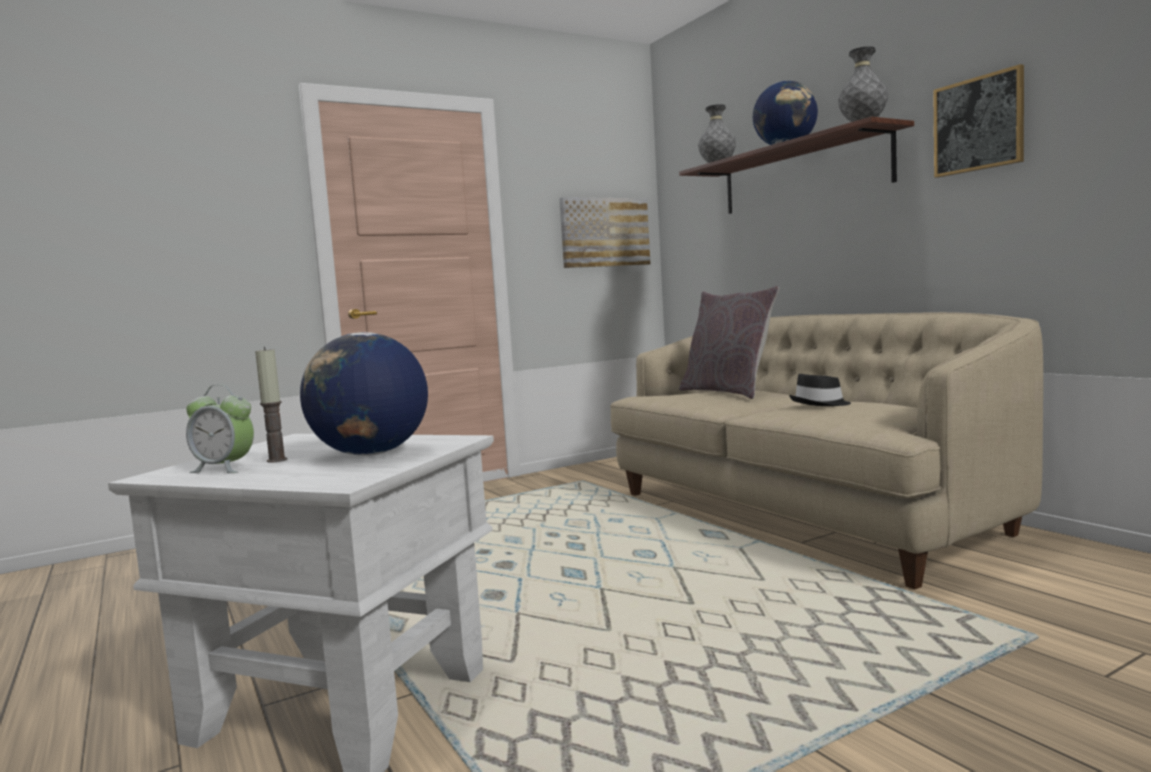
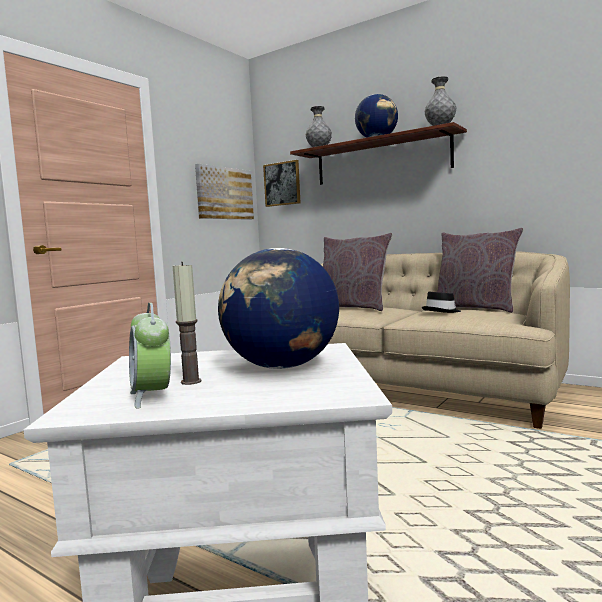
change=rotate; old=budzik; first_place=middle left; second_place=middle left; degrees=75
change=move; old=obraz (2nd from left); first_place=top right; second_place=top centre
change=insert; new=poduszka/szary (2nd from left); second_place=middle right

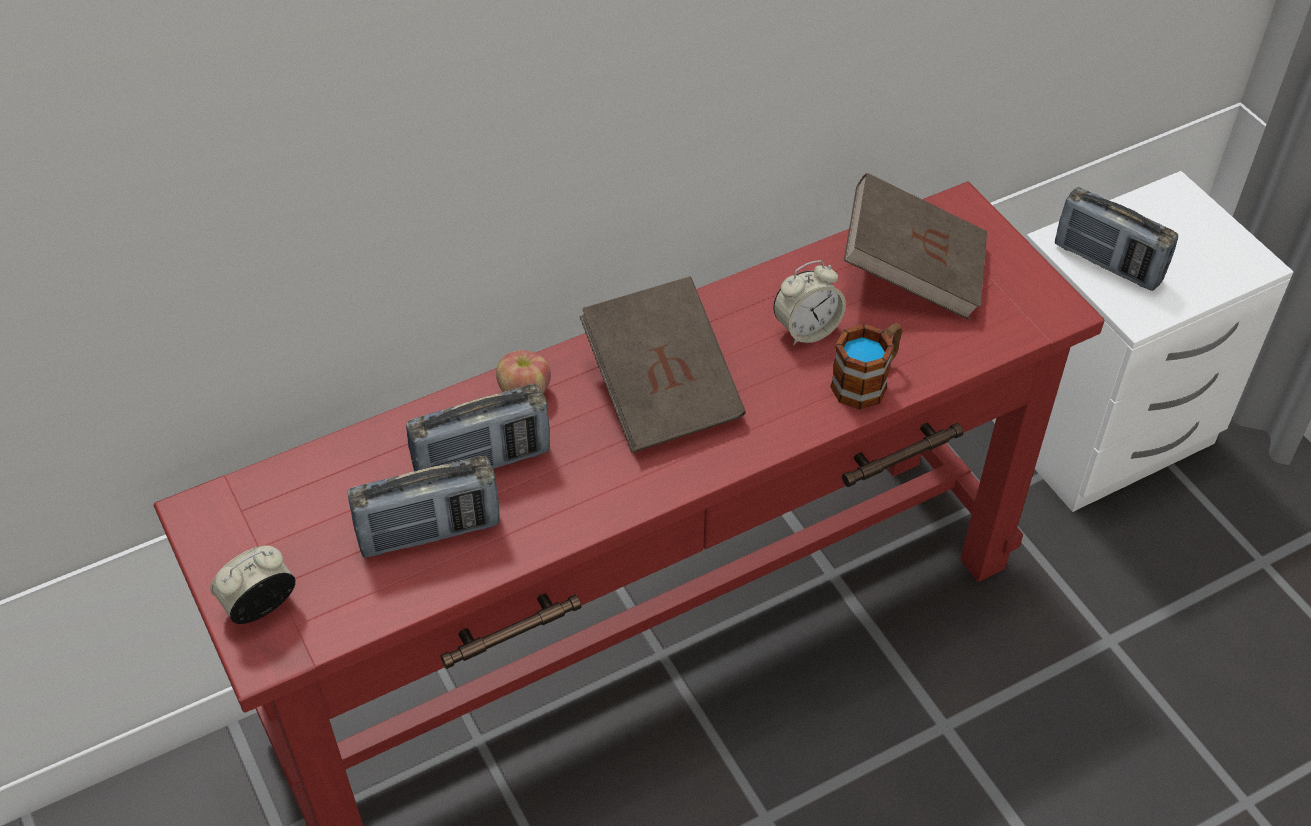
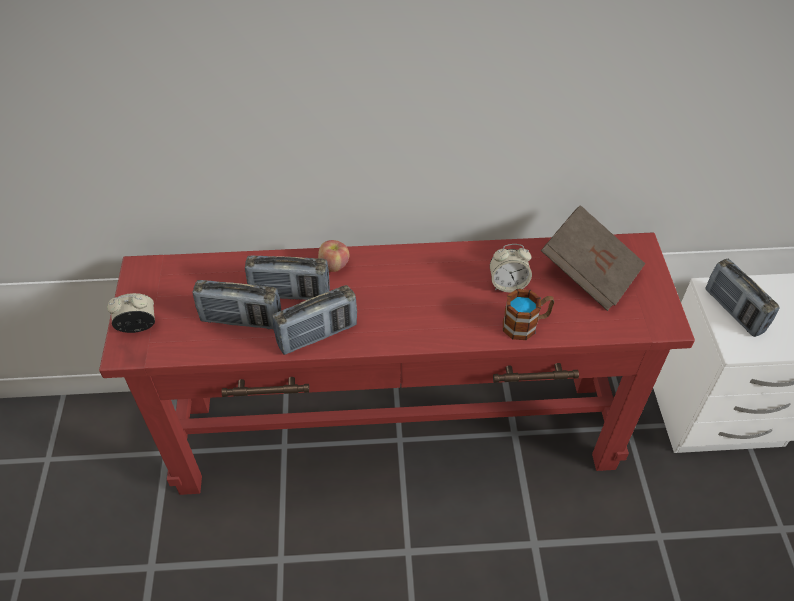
change=insert; new=radio (3rd from left); second_place=centre
change=delete; old=książka/brązowy (1st from left); first_place=centre

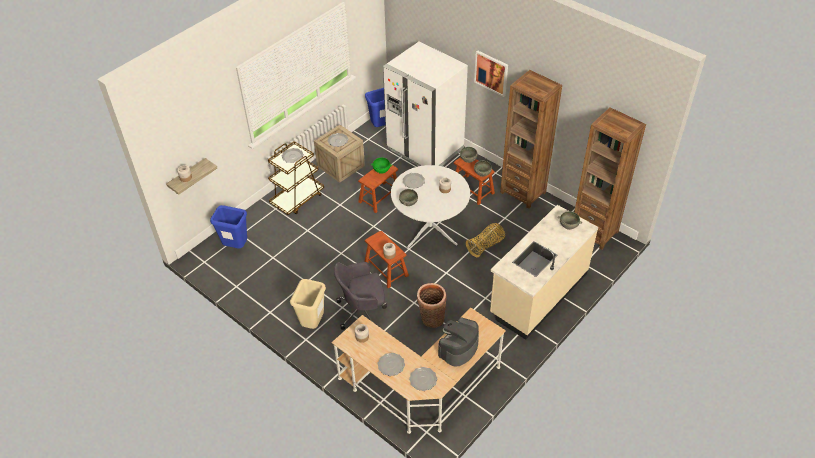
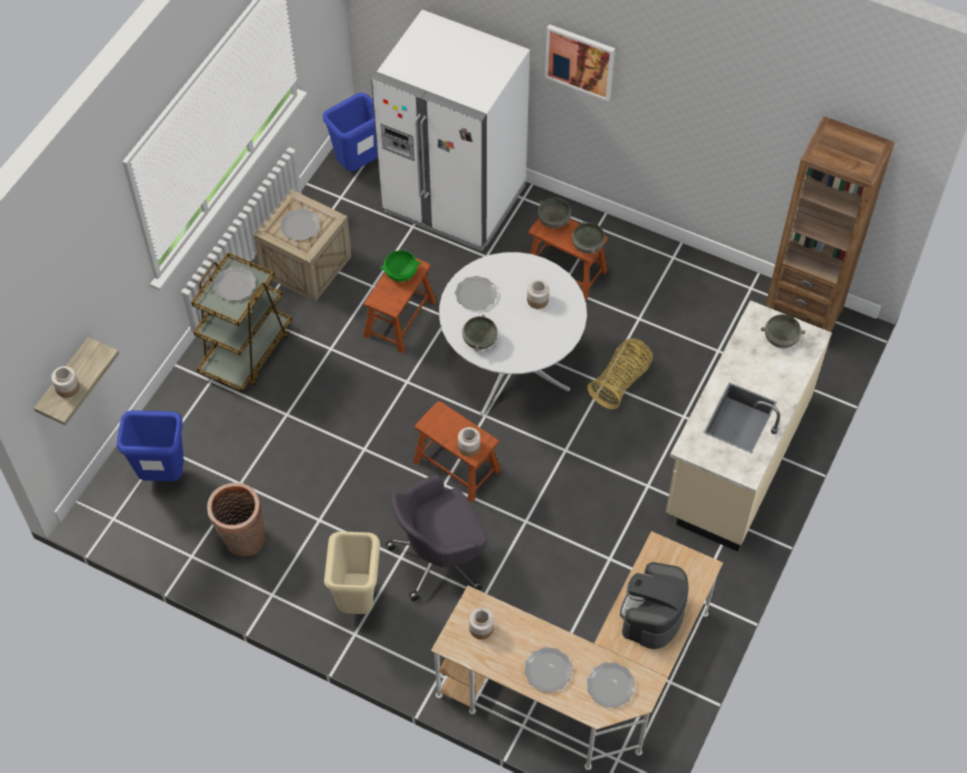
change=move; old=koszyk (1st from left); first_place=centre; second_place=bottom left
change=delete; old=regał/brązowy (1st from left); first_place=top centre

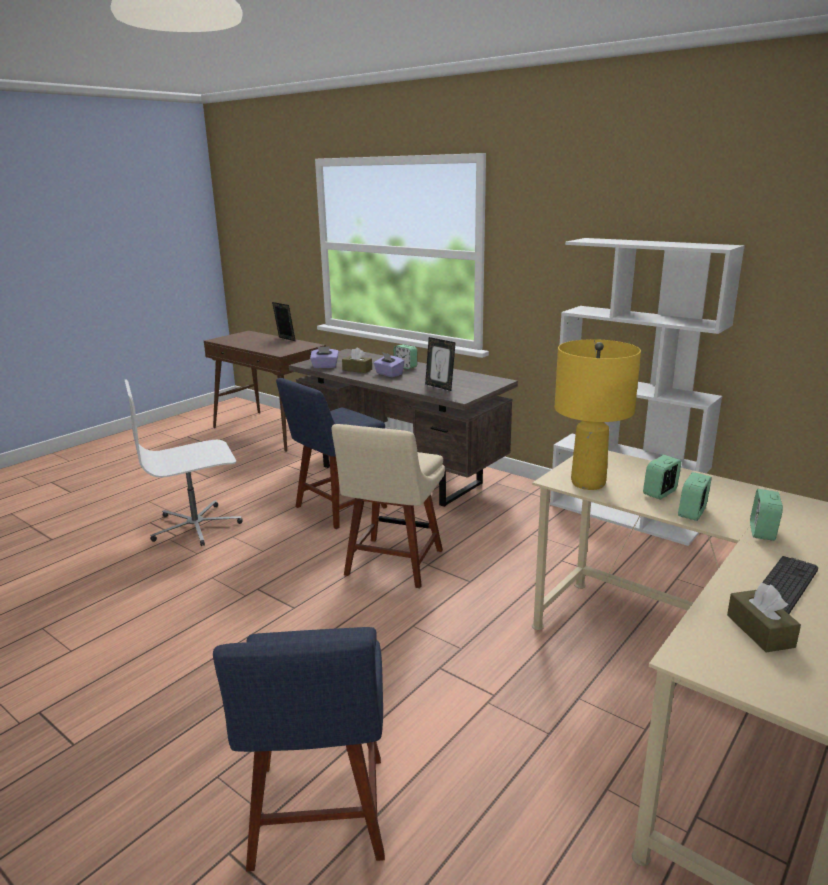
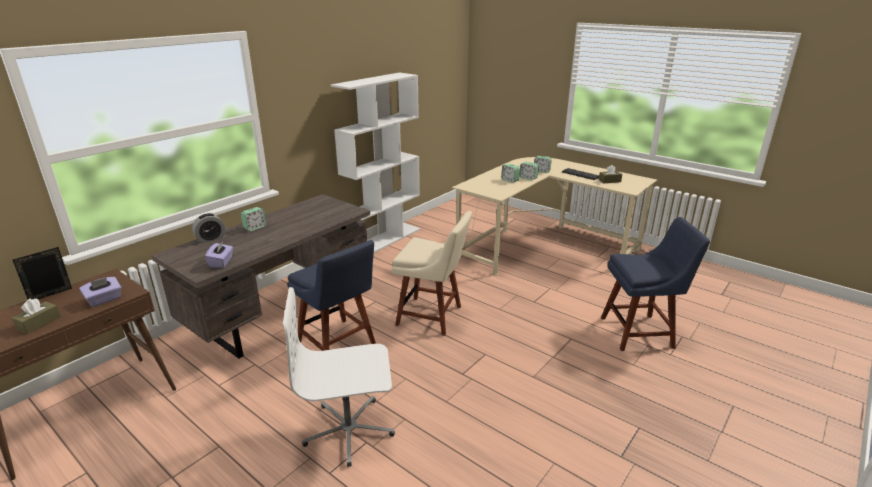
change=move; old=pudełko chusteczek/brązowy (1st from left); first_place=centre; second_place=middle left
change=move; old=pudełko chusteczek/fioletowy (2nd from left in the first image); new=pudełko chusteczek/fioletowy (1st from left); first_place=centre; second_place=middle left
change=insert; new=budzik (1st from left); second_place=middle left
change=rotate; old=krzesło biurowe/biały; first_place=middle left; second_place=bottom centre; degrees=105
change=delete; old=ramka na zdjęcie (2nd from left); first_place=centre
change=delete; old=lampa stołowa/żółty; first_place=middle right

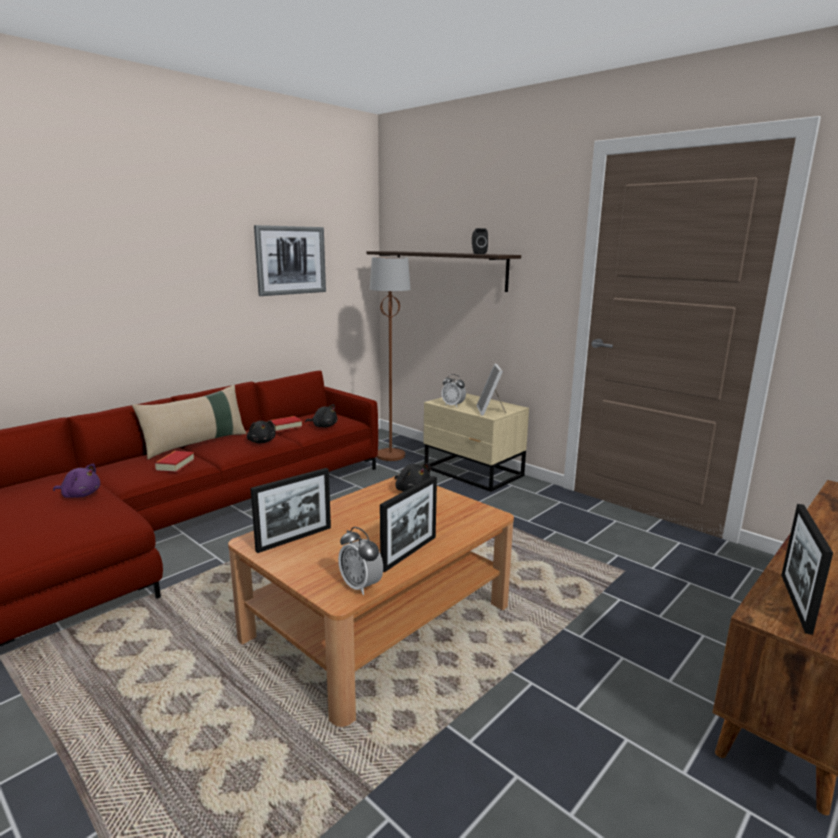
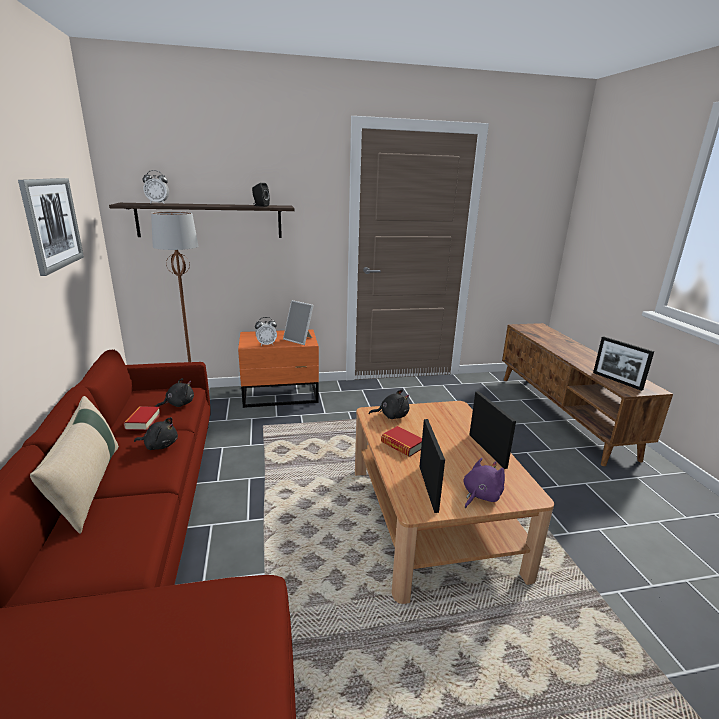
change=move; old=budzik (1st from left); first_place=bottom centre; second_place=top left
change=recolor; old=szafka nocna/beżowy; new=szafka nocna/pomarańczowy; first_place=centre; second_place=centre
change=move; old=książka (1st from left in the first image); new=książka (2nd from left); first_place=middle left; second_place=centre
change=move; old=pluszak/fioletowy; first_place=middle left; second_place=bottom right

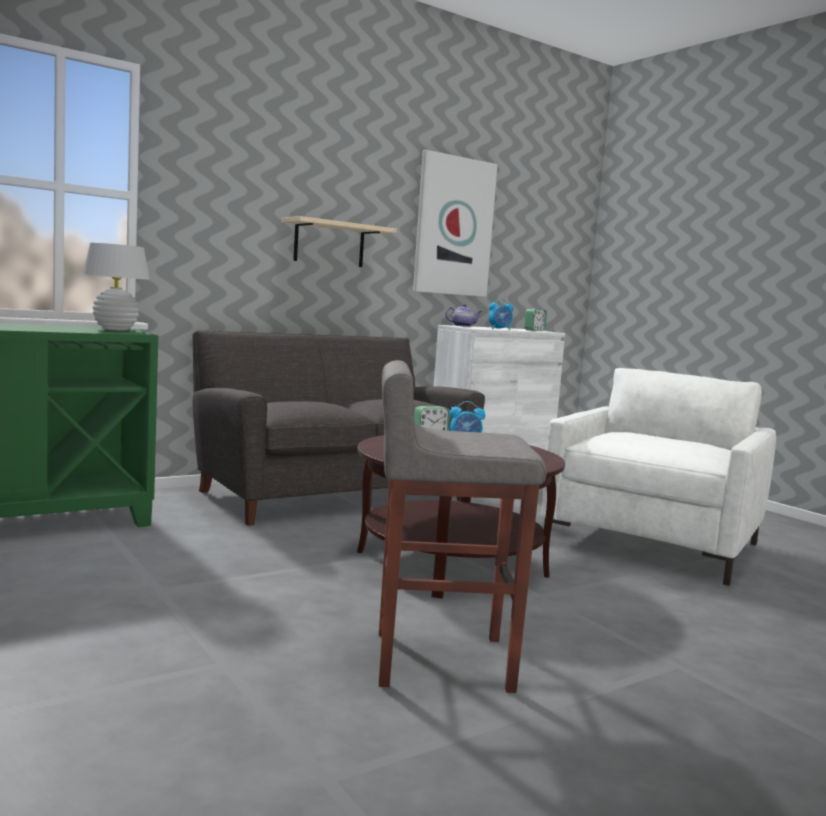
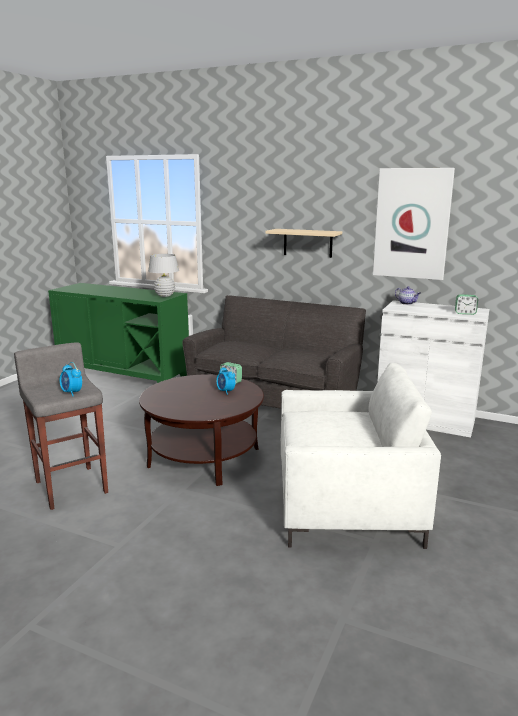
change=move; old=budzik (3rd from left in the first image); new=budzik (1st from left); first_place=centre; second_place=middle left

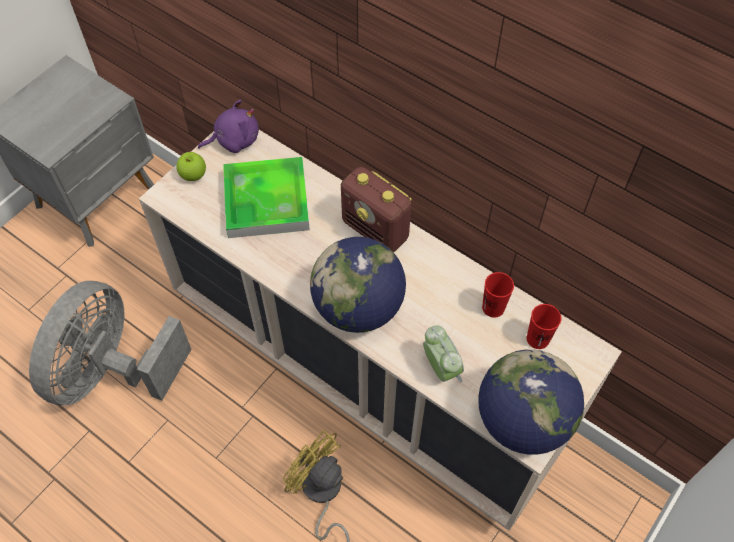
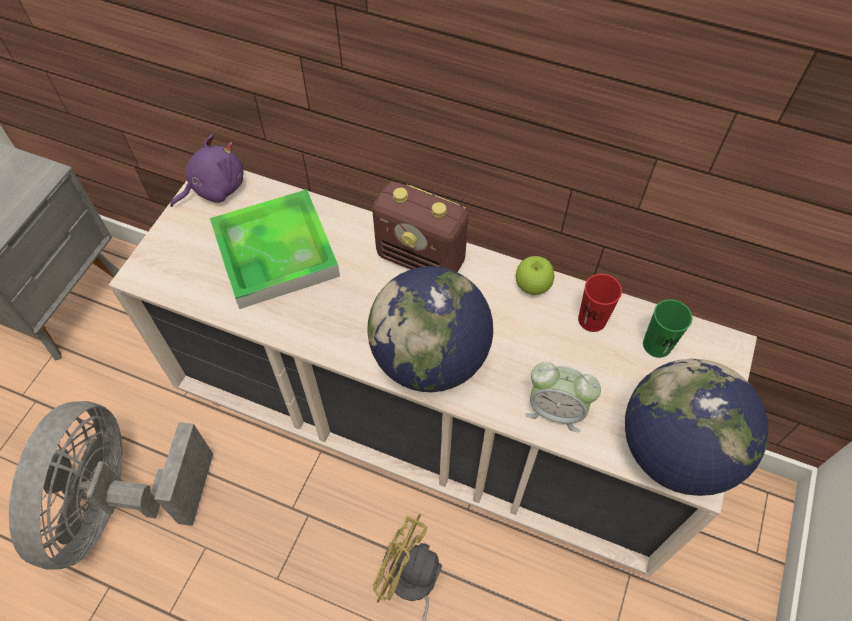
change=move; old=jabłko; first_place=top left; second_place=centre
change=rotate; old=budzik; first_place=centre; second_place=centre; degrees=150
change=recolor; old=filiżanka/czerwony (2nd from left); new=filiżanka/zielony; first_place=middle right; second_place=middle right

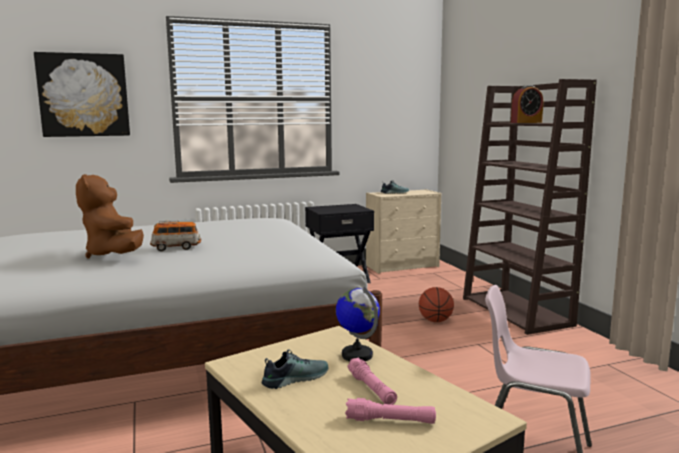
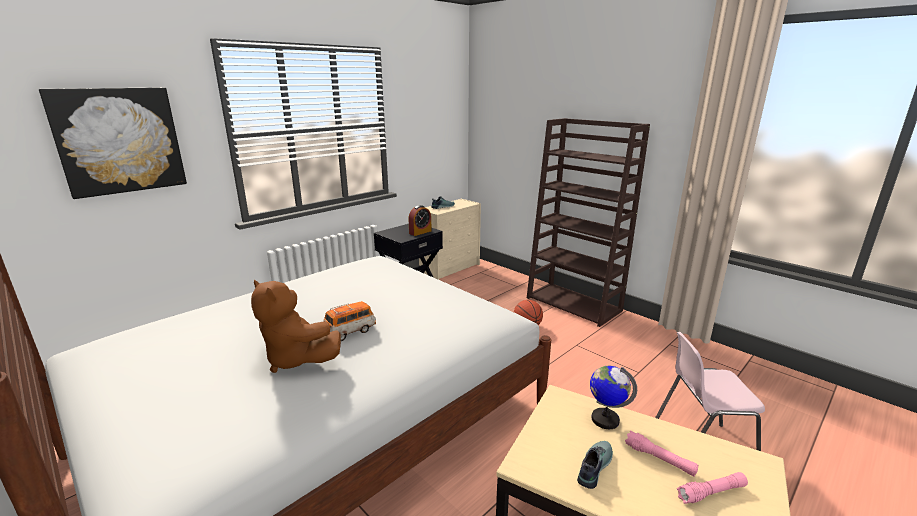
change=move; old=budzik; first_place=top right; second_place=centre

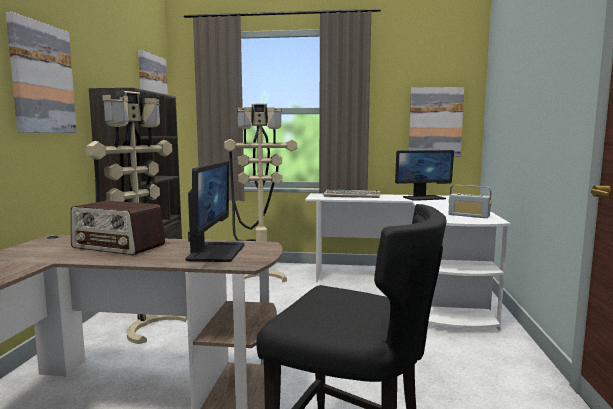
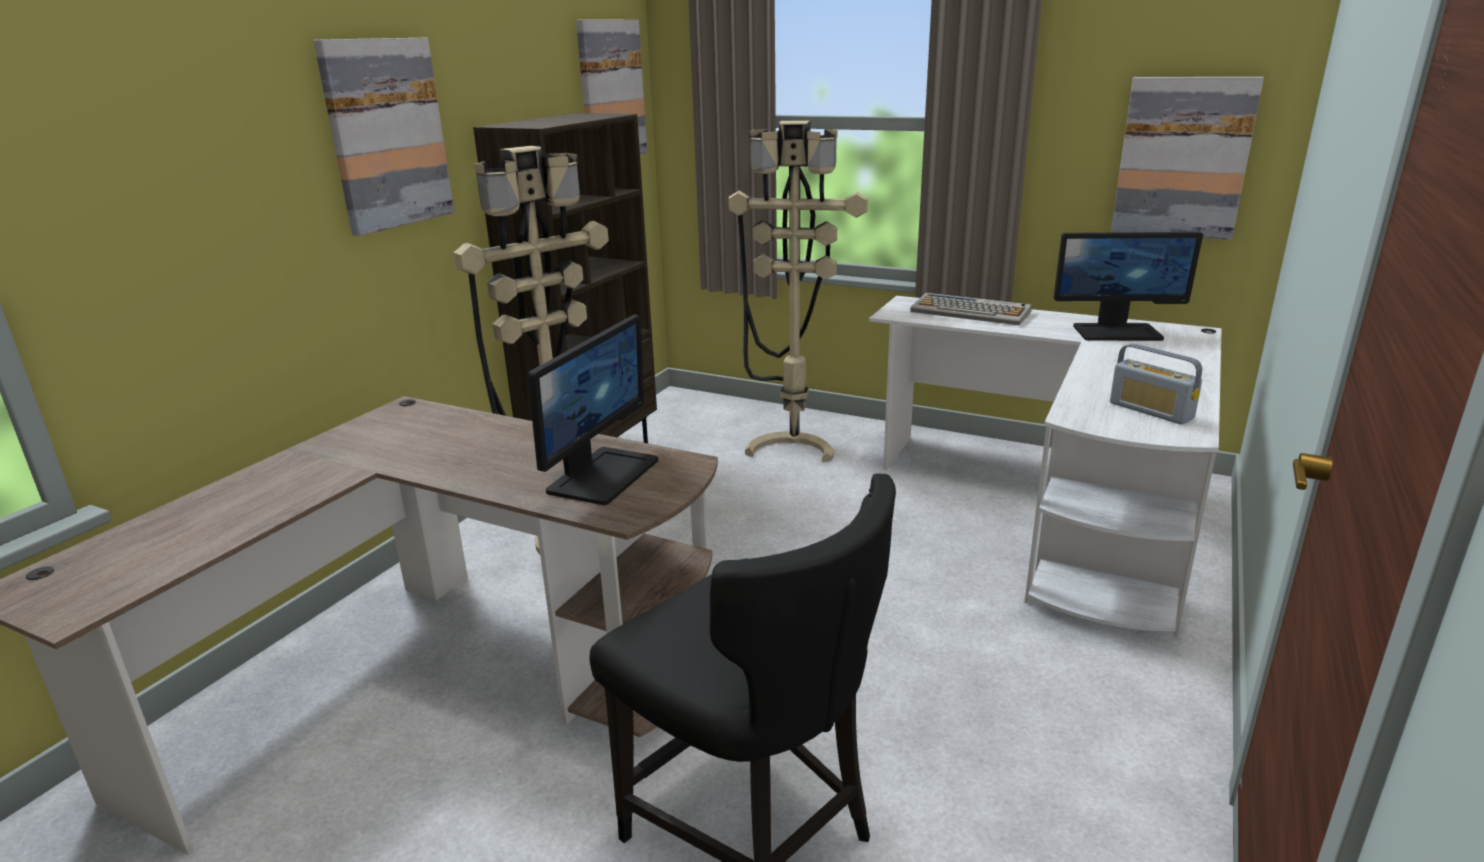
change=delete; old=radio (1st from left); first_place=middle left

